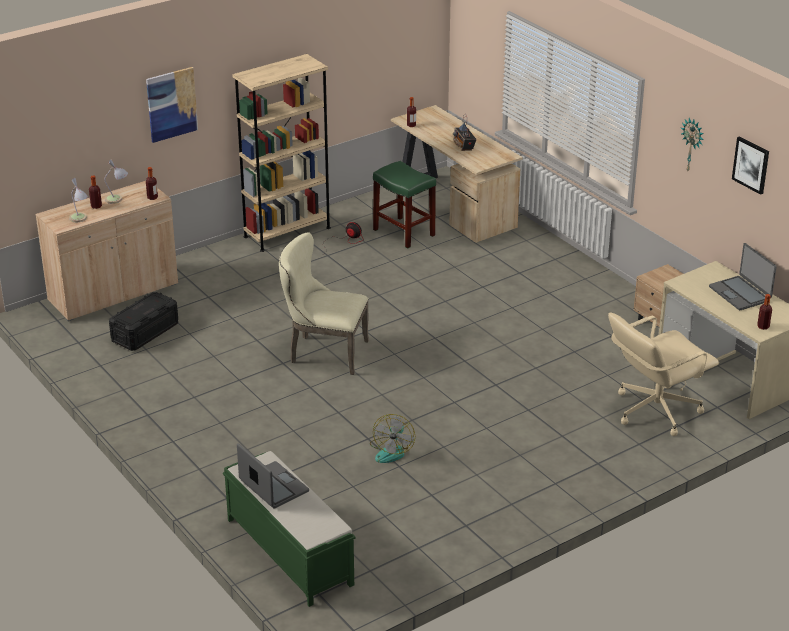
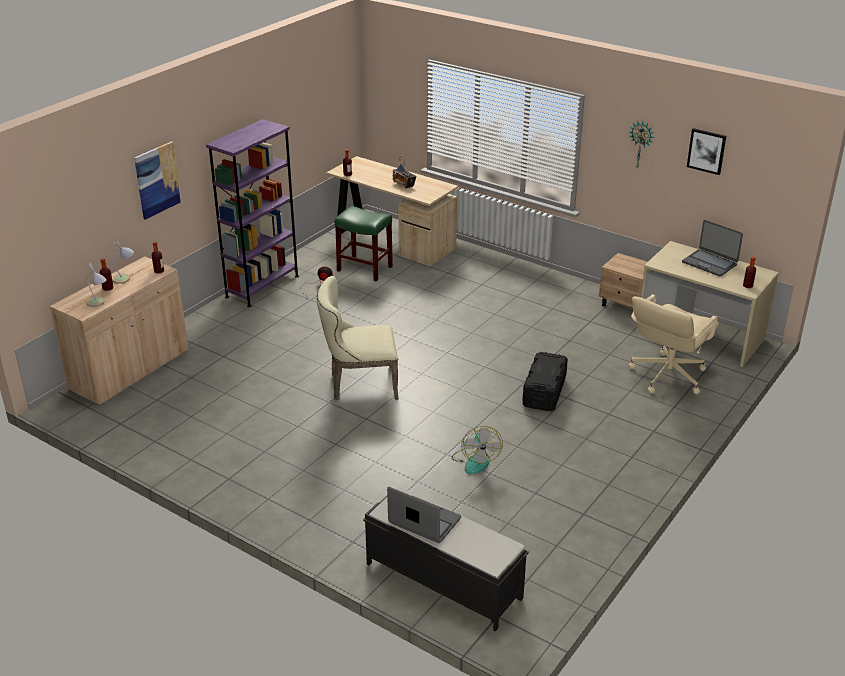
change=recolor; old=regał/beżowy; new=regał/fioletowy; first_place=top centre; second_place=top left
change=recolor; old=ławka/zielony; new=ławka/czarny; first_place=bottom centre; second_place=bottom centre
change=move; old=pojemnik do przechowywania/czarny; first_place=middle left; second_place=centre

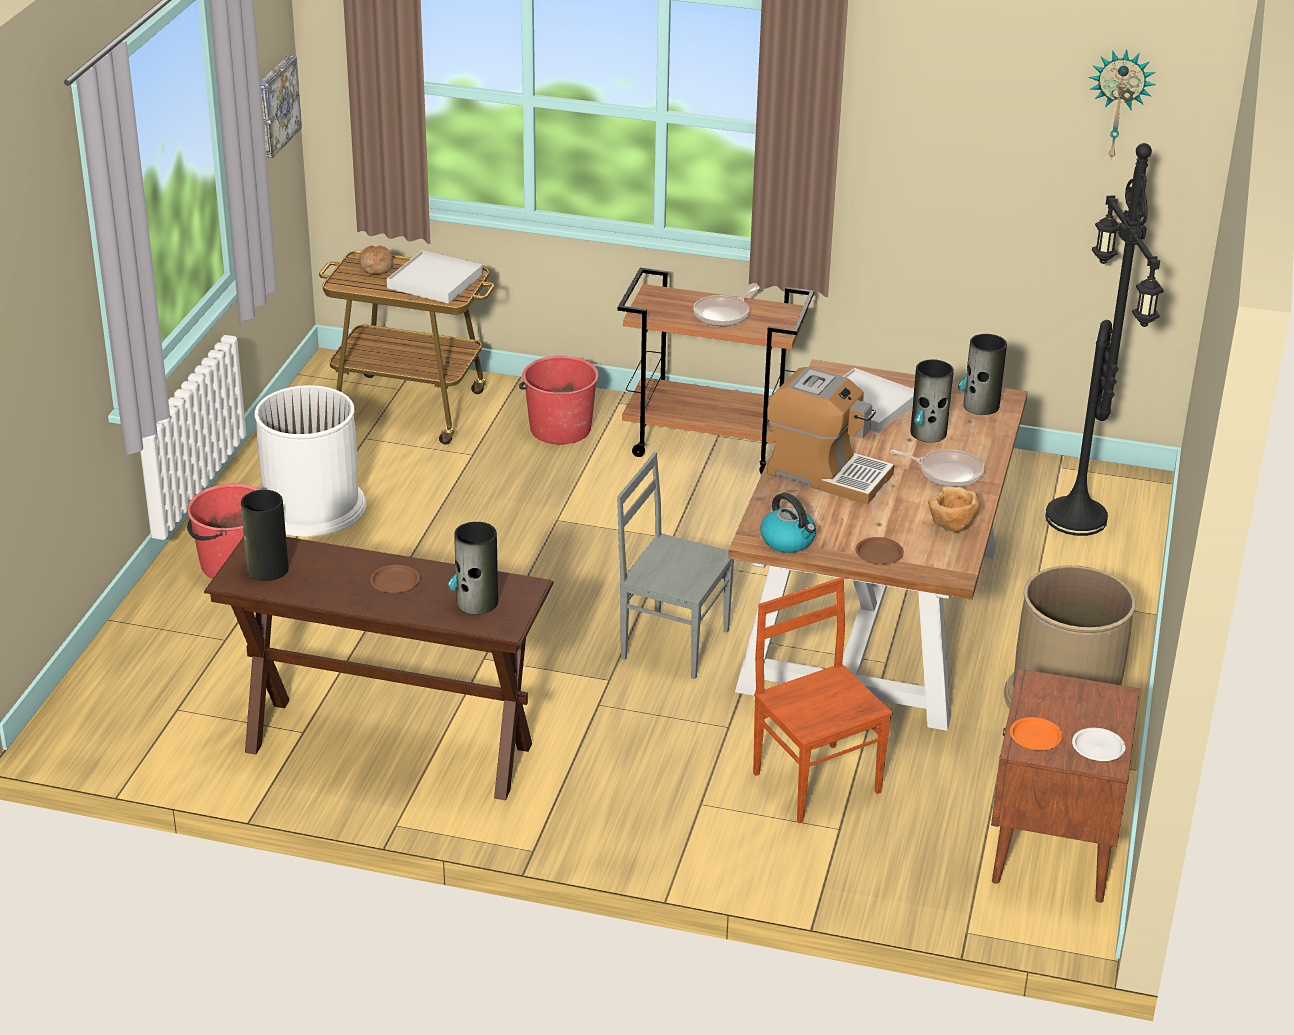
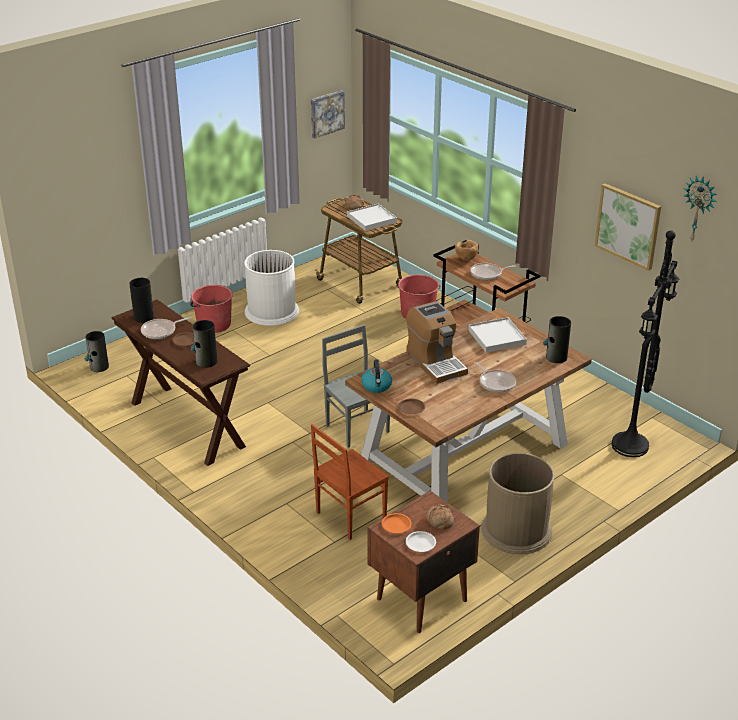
change=move; old=wazon (3rd from left in the first image); new=wazon (1st from left); first_place=middle right; second_place=middle left
change=insert; new=patelnia (1st from left); second_place=middle left
change=rotate; old=krzesło/brązowy; first_place=bottom centre; second_place=bottom centre; degrees=-135
change=insert; new=chleb (2nd from left); second_place=bottom centre
change=move; old=miska/brązowy; first_place=middle right; second_place=centre
change=insert; new=obraz (2nd from left); second_place=top right

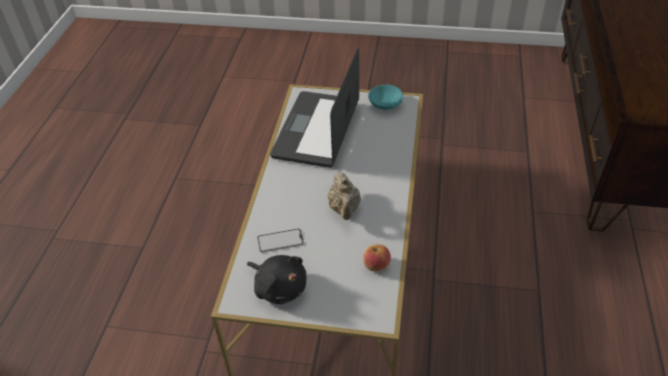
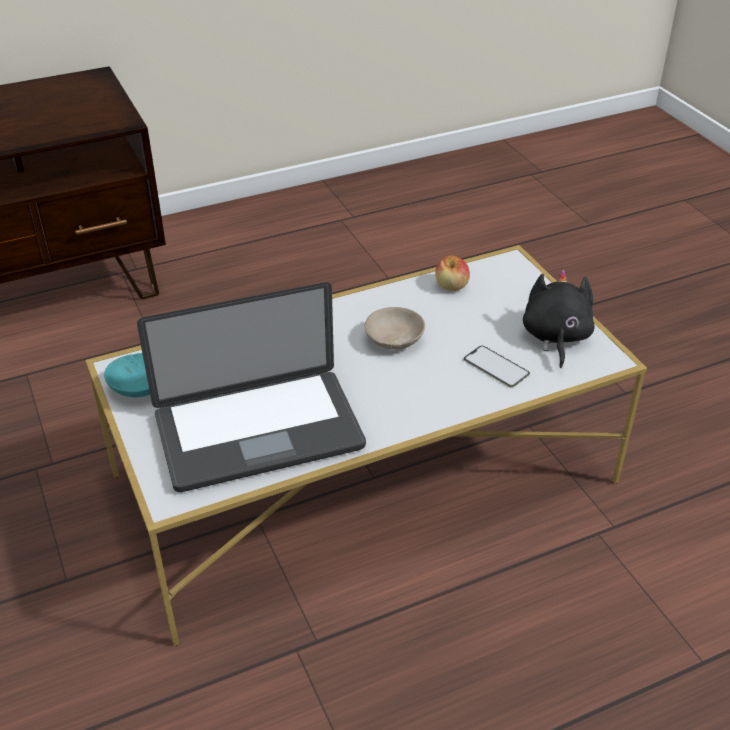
change=replace; old=imbryk/beżowy; new=miska/beżowy; first_place=centre; second_place=centre

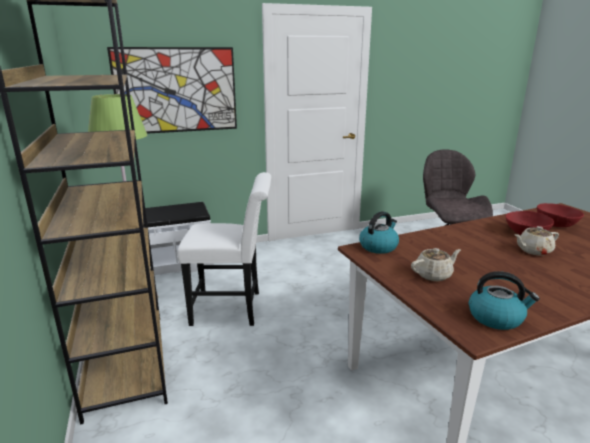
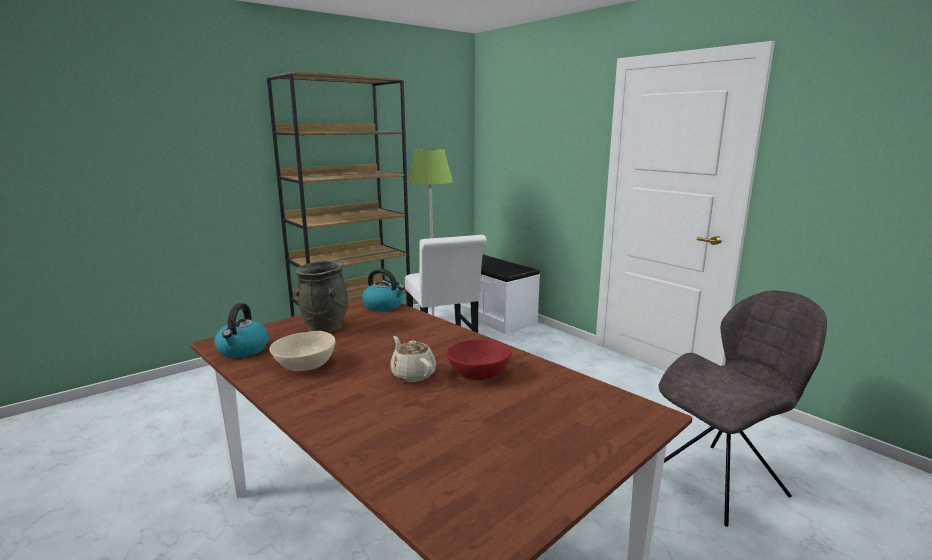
change=insert; new=miska/beżowy; second_place=middle left
change=replace; old=imbryk/beżowy (1st from left); new=wazon/szary; first_place=middle right; second_place=centre
change=delete; old=obraz; first_place=top left
change=delete; old=miska/czerwony (2nd from left); first_place=middle right

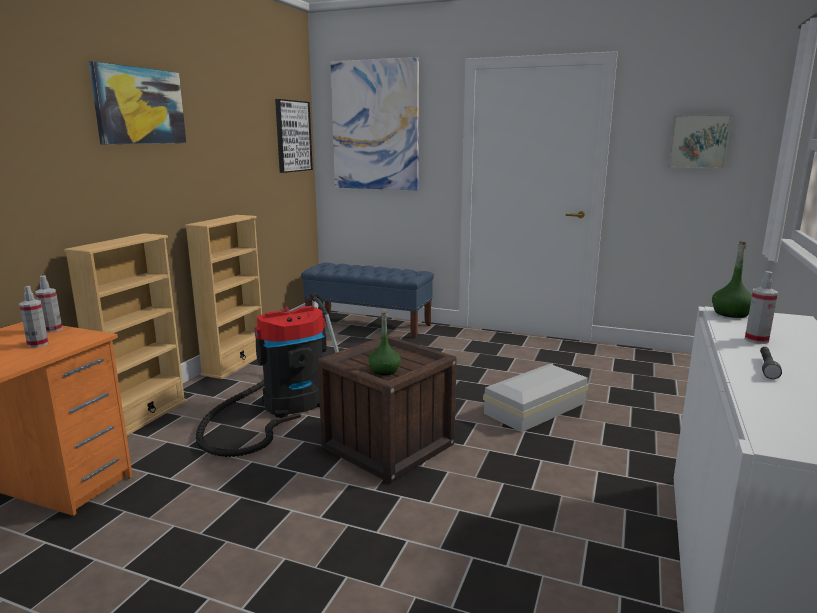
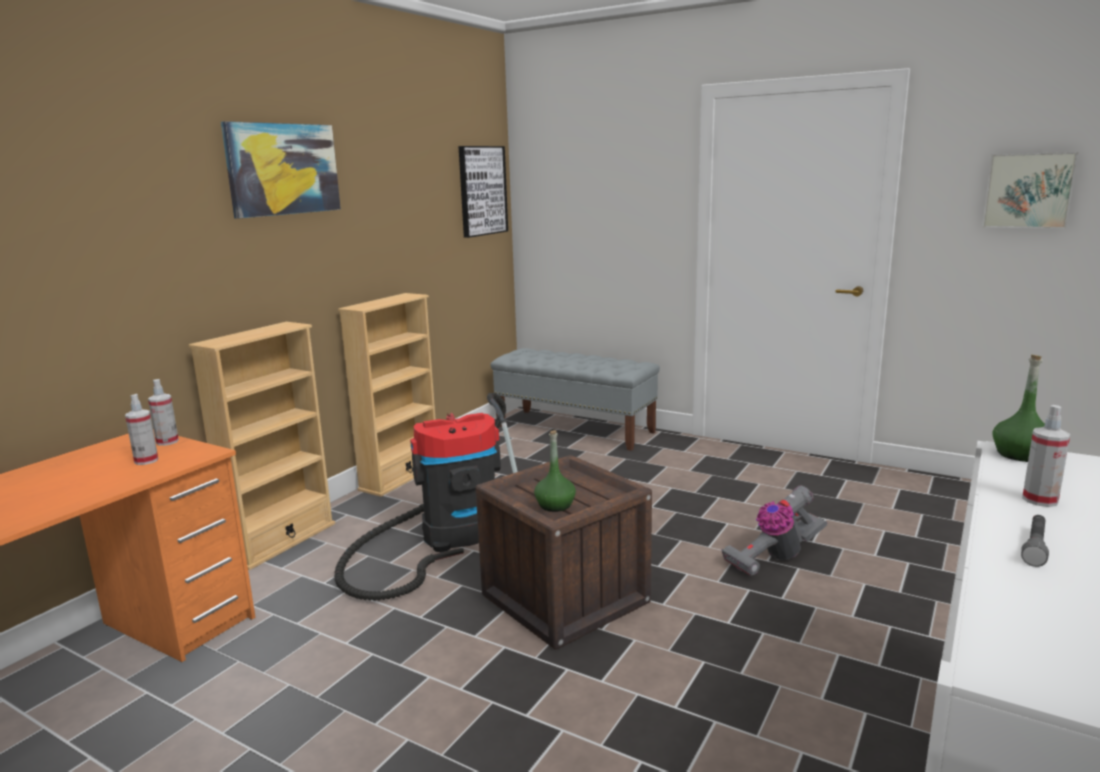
change=recolor; old=ławka/niebieski; new=ławka/szary; first_place=centre; second_place=centre
change=replace; old=pojemnik do przechowywania/biały; new=odkurzacz (2nd from left); first_place=centre; second_place=bottom right
change=delete; old=obraz (3rd from left); first_place=top centre

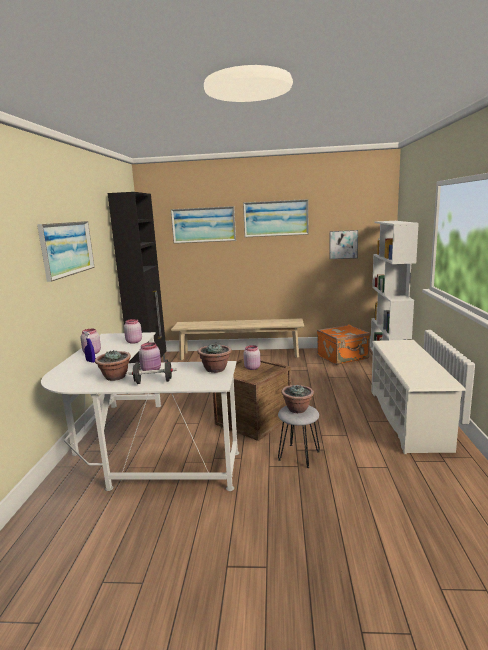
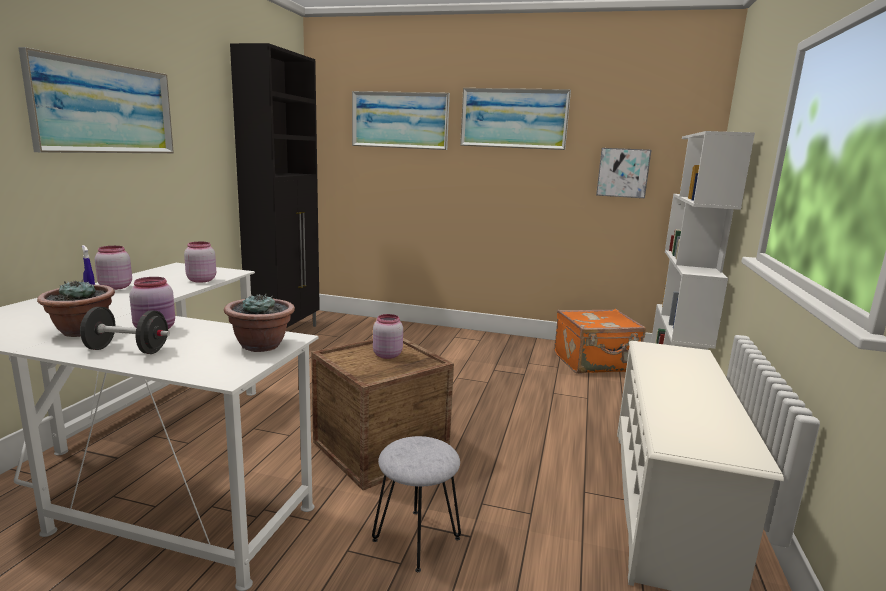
change=delete; old=ławka/beżowy; first_place=centre
change=delete; old=roślina doniczkowa (3rd from left); first_place=centre

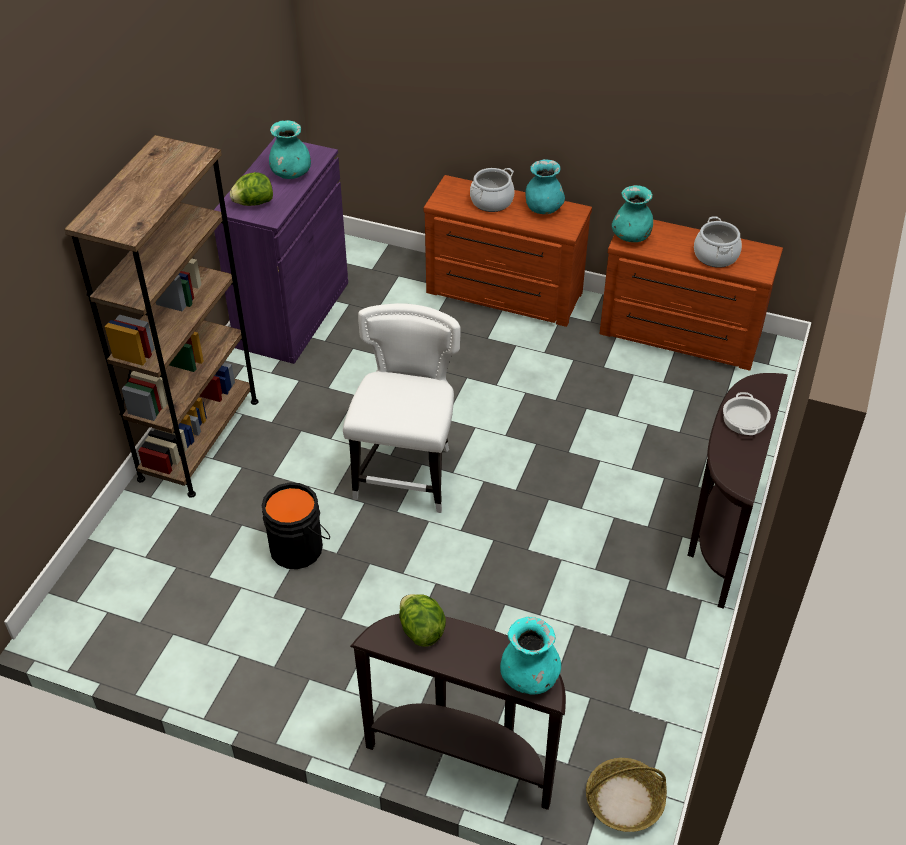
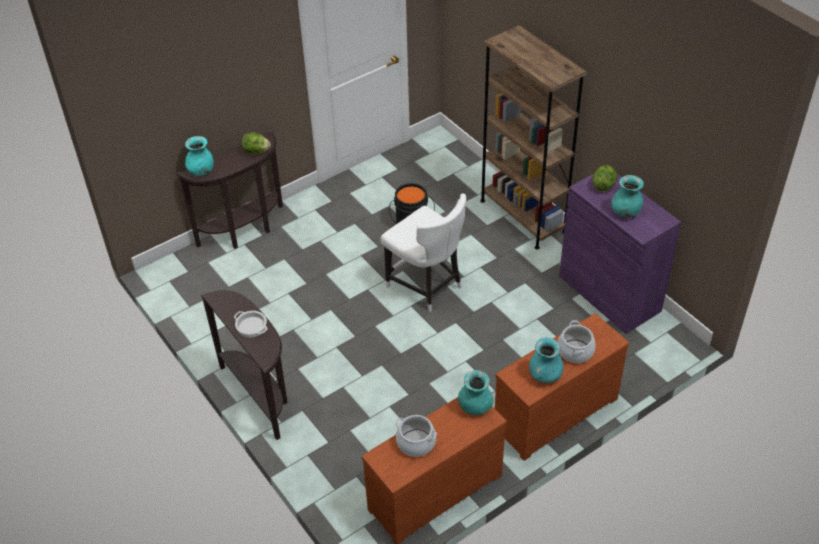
change=delete; old=koszyk; first_place=bottom right

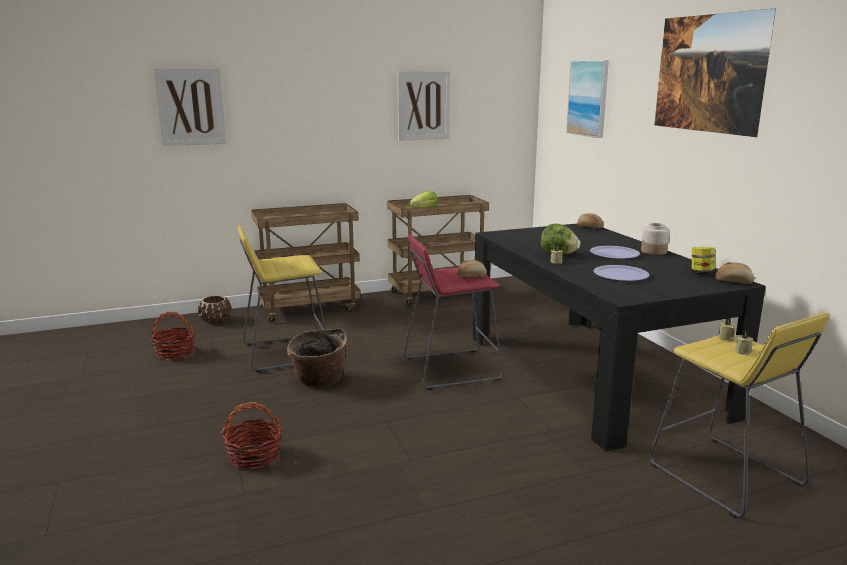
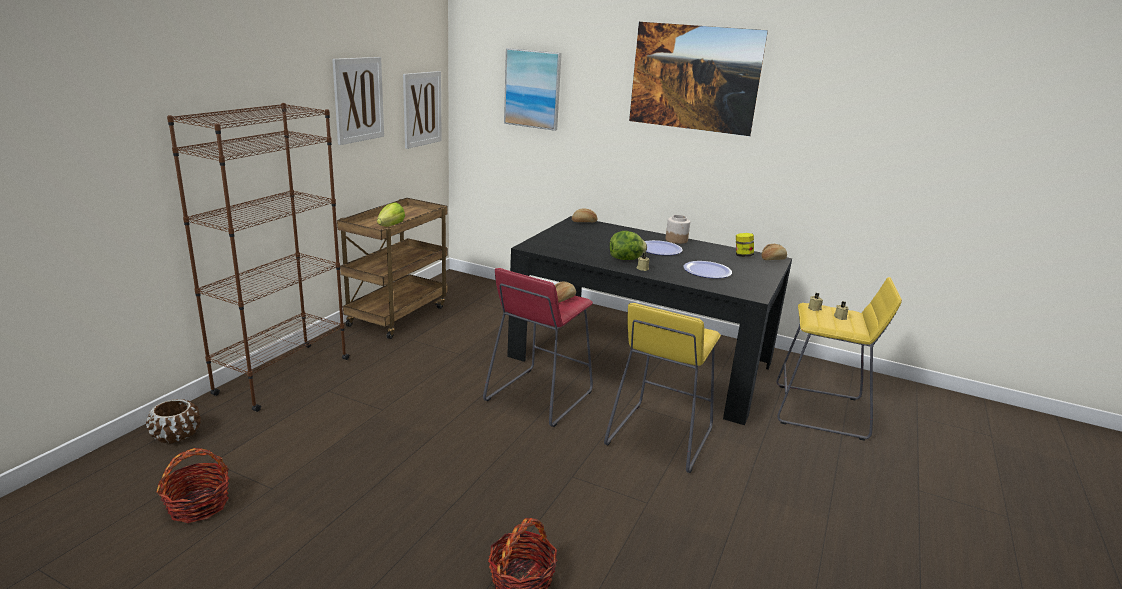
change=replace; old=wózek/brązowy (1st from left); new=regał/brązowy; first_place=centre; second_place=middle left
change=move; old=obraz (1st from left in the first image); new=obraz (2nd from left); first_place=top left; second_place=top centre
change=move; old=stołek/żółty (1st from left); first_place=middle left; second_place=centre
change=delete; old=koszyk (3rd from left); first_place=centre

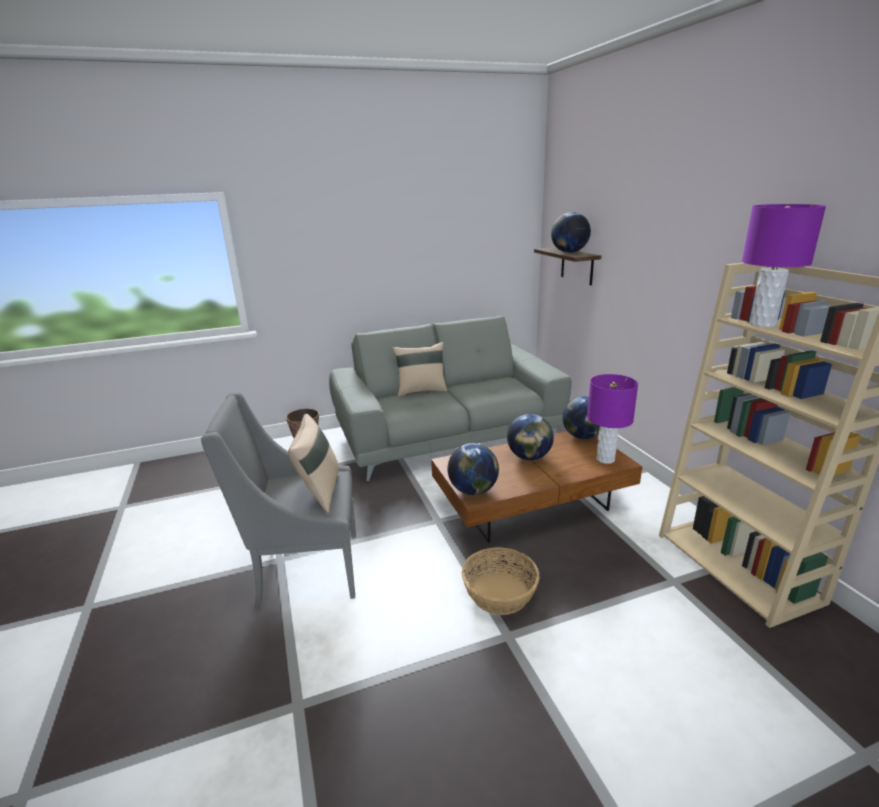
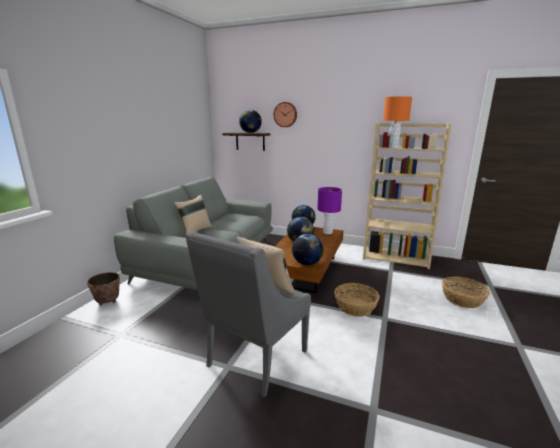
change=insert; new=zegar ścienny; second_place=top centre
change=recolor; old=lampa stołowa/fioletowy (2nd from left); new=lampa stołowa/pomarańczowy; first_place=top right; second_place=top right
change=insert; new=koszyk (2nd from left); second_place=middle right

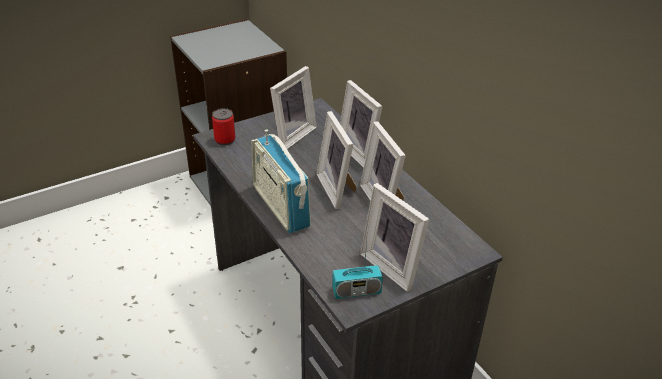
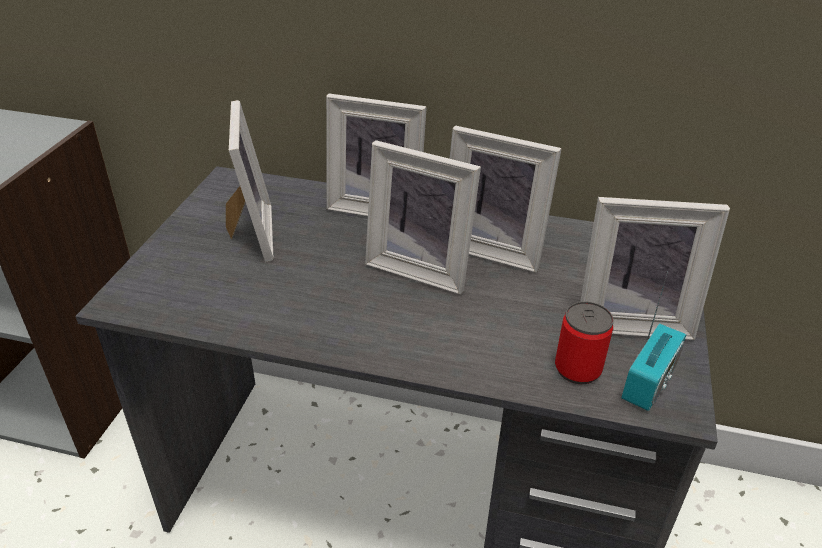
change=move; old=puszka; first_place=top centre; second_place=middle right
change=delete; old=radio (1st from left); first_place=centre

